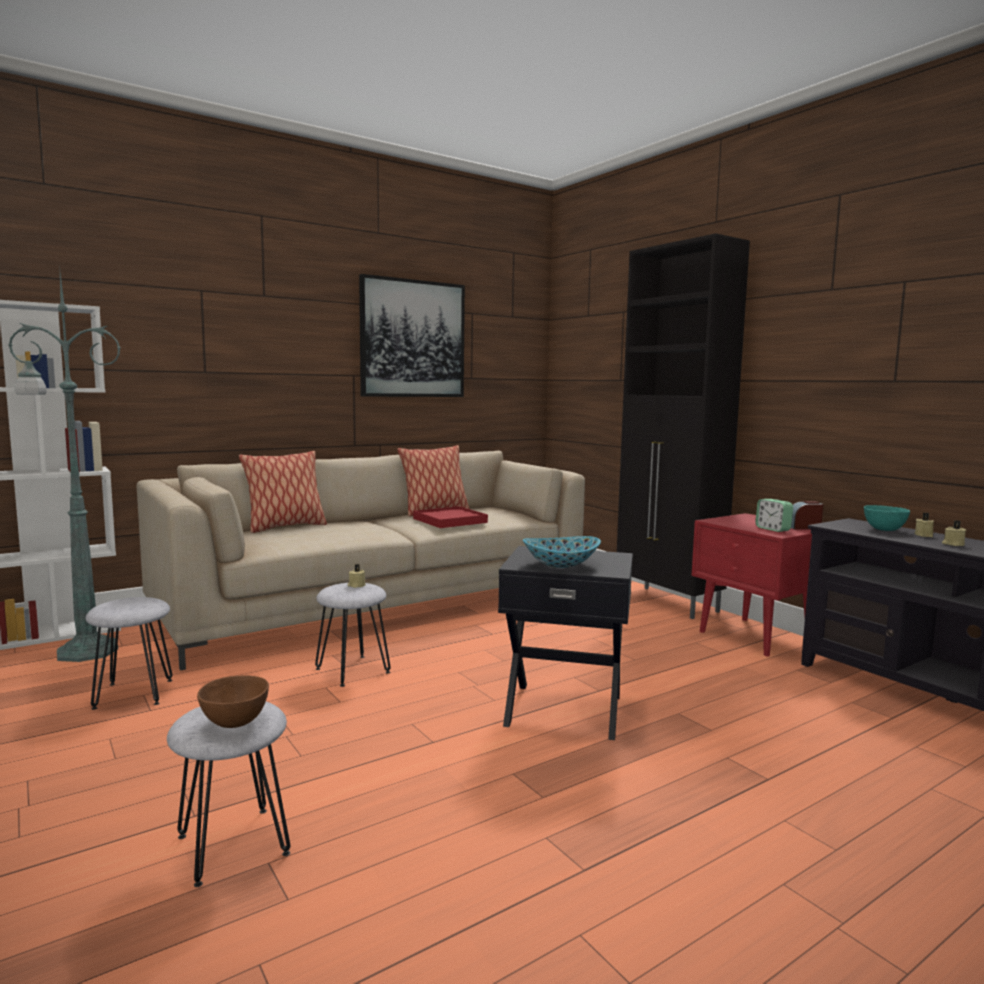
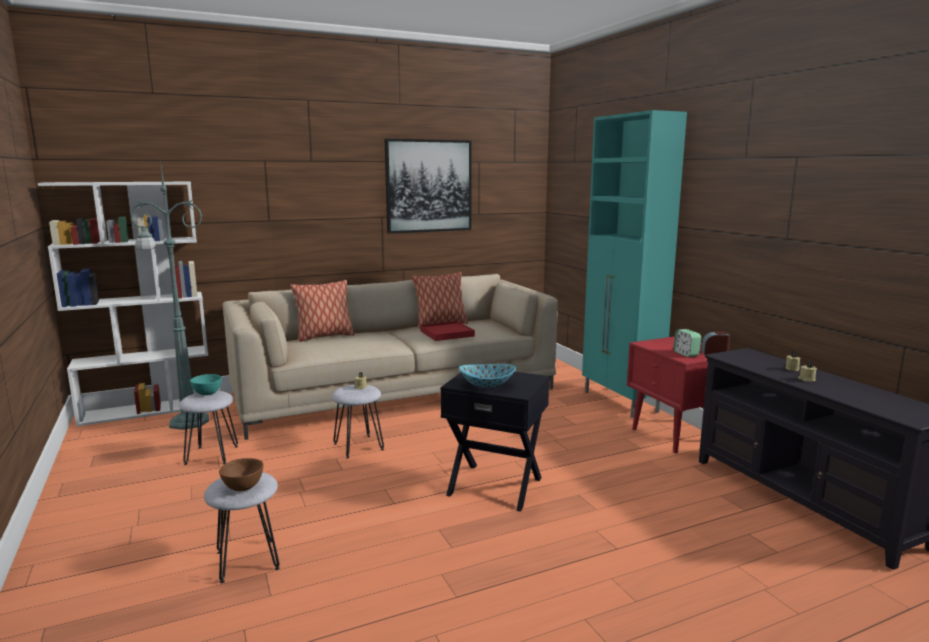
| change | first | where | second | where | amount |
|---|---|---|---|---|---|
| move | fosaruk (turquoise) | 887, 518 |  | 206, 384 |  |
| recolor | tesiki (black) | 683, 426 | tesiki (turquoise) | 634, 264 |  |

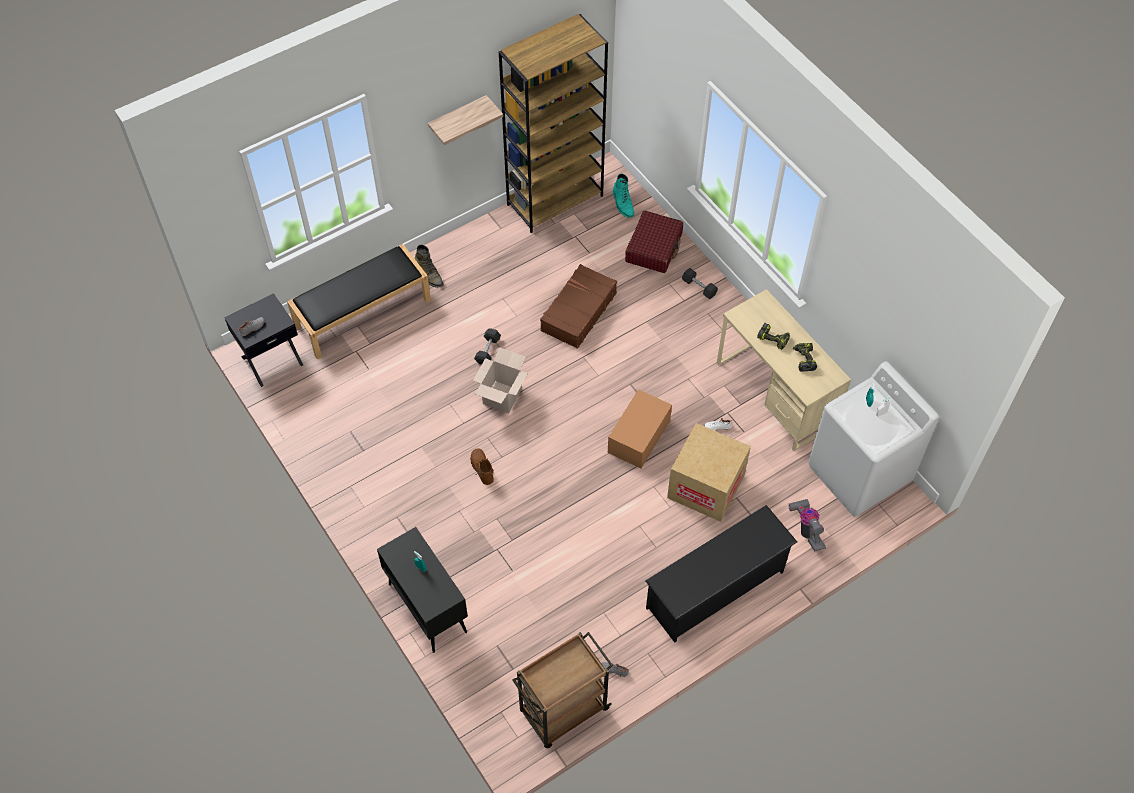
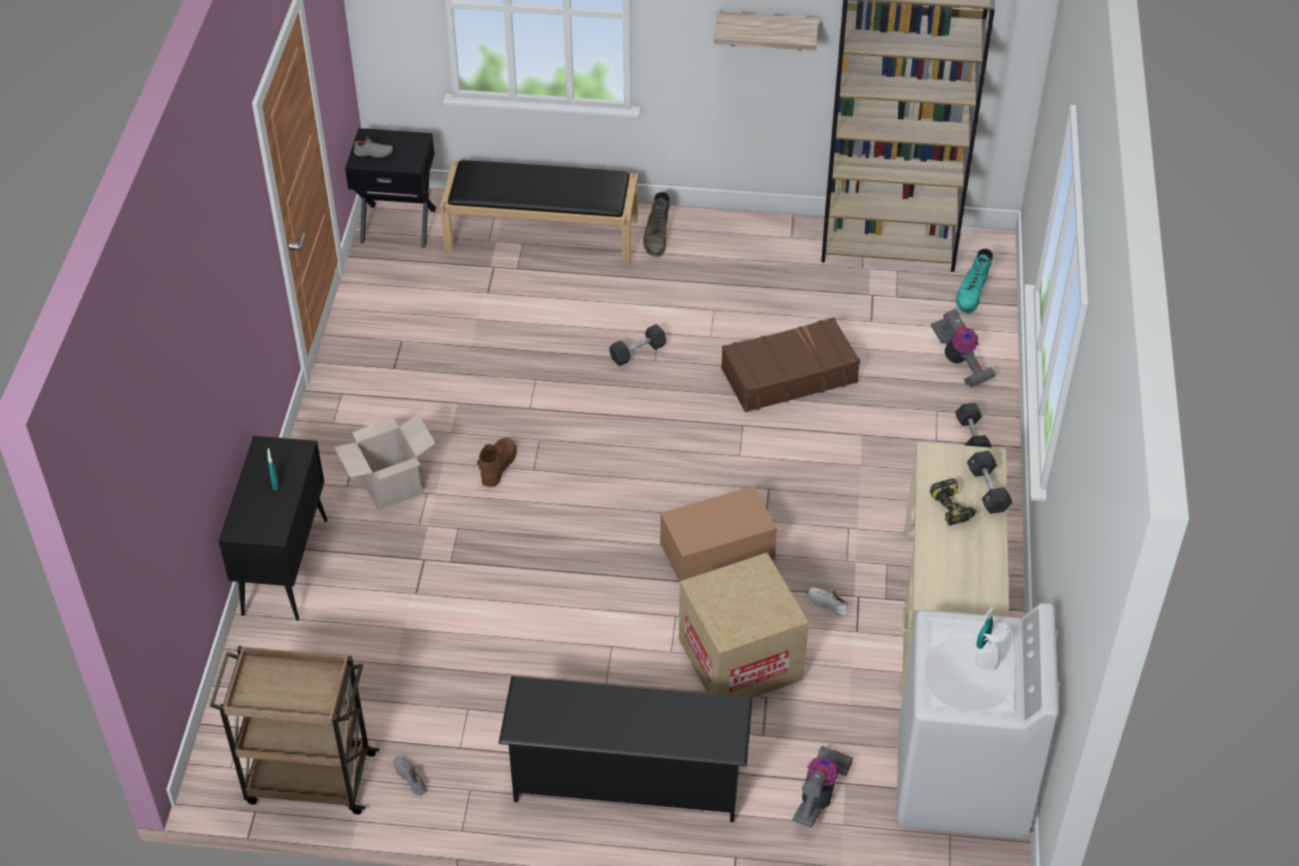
| change | first | where | second | where | amount |
|---|---|---|---|---|---|
| move | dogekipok | 500, 380 |  | 384, 462 |  |
| replace | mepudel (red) | 654, 241 | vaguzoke | 963, 348 |  |
| insert |  |  | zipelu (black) | 990, 482 |  |
| delete | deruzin | 805, 357 |  |  |  |

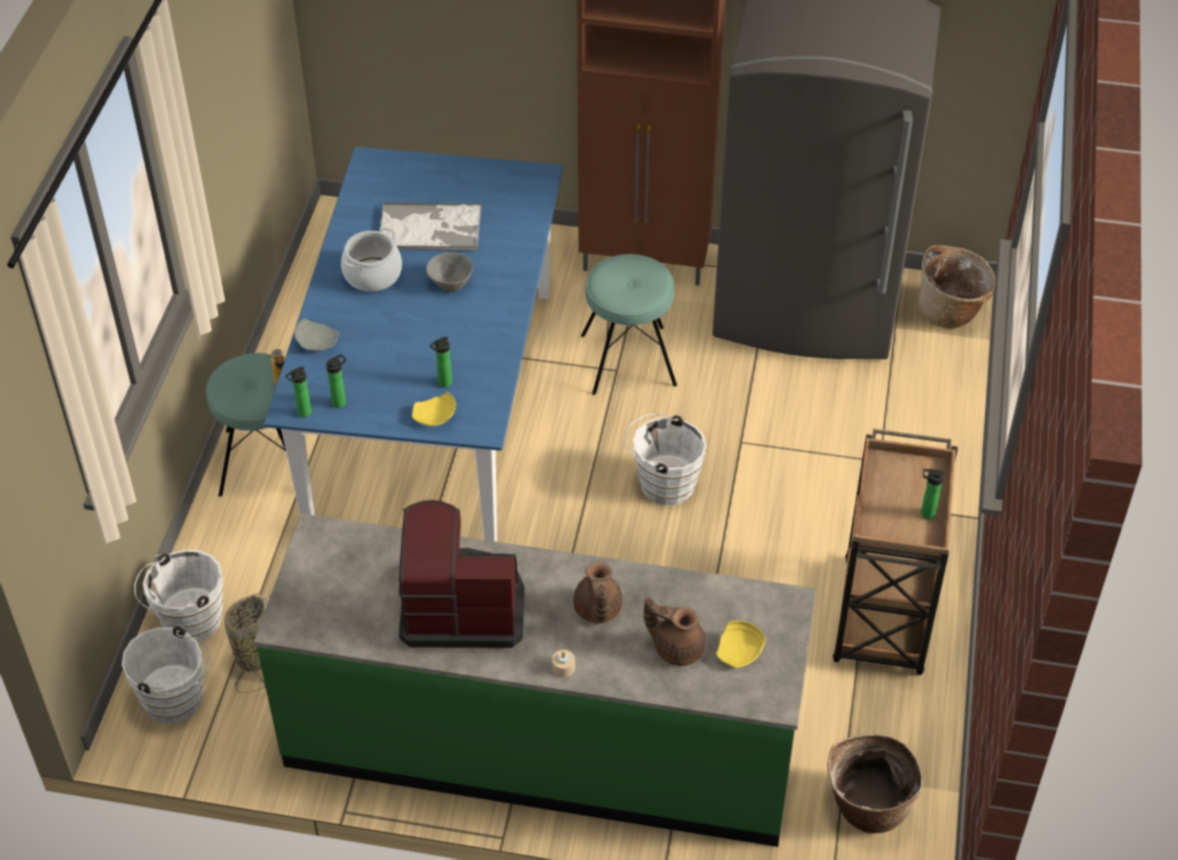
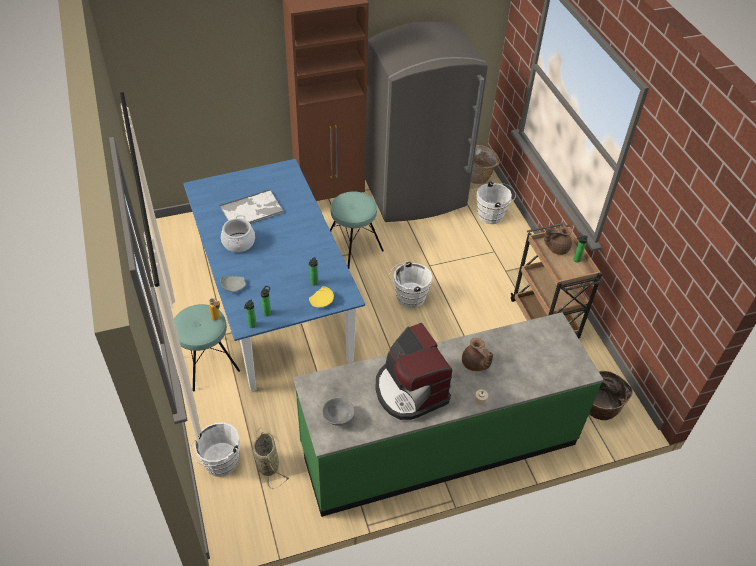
| change | first | where | second | where | amount |
|---|---|---|---|---|---|
| move | fosaruk (grey) | 449, 272 |  | 338, 411 |  |
| rotate | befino | 461, 574 |  | 413, 371 | 90 degrees counterclockwise |
| move | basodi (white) | 166, 674 |  | 496, 202 |  |
| move | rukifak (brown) | 675, 631 |  | 558, 240 |  |
| delete | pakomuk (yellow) | 741, 644 |  |  |  |

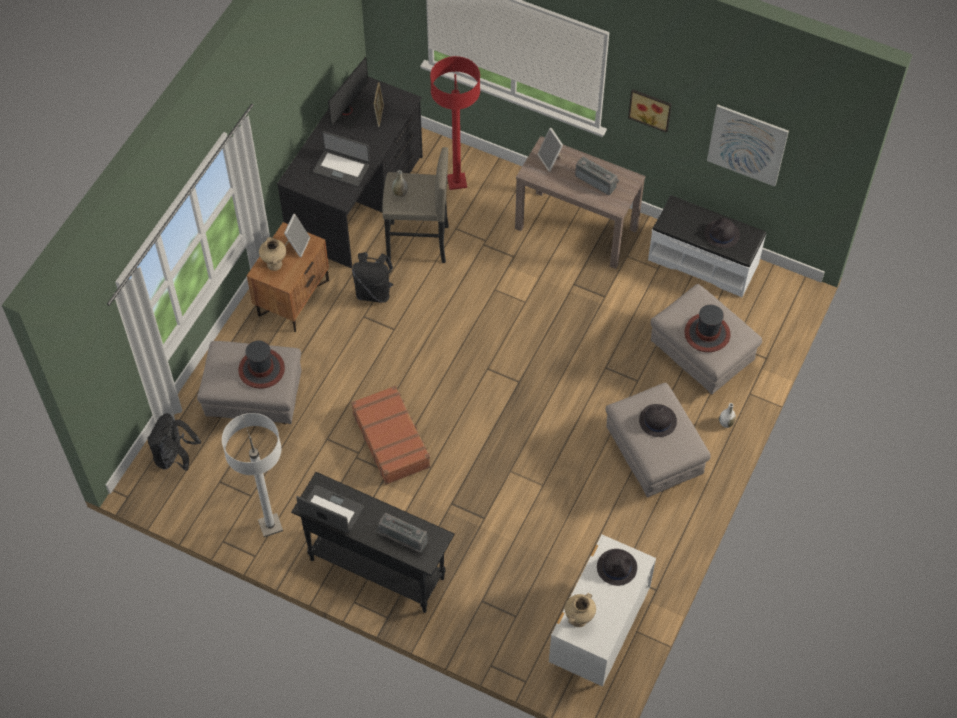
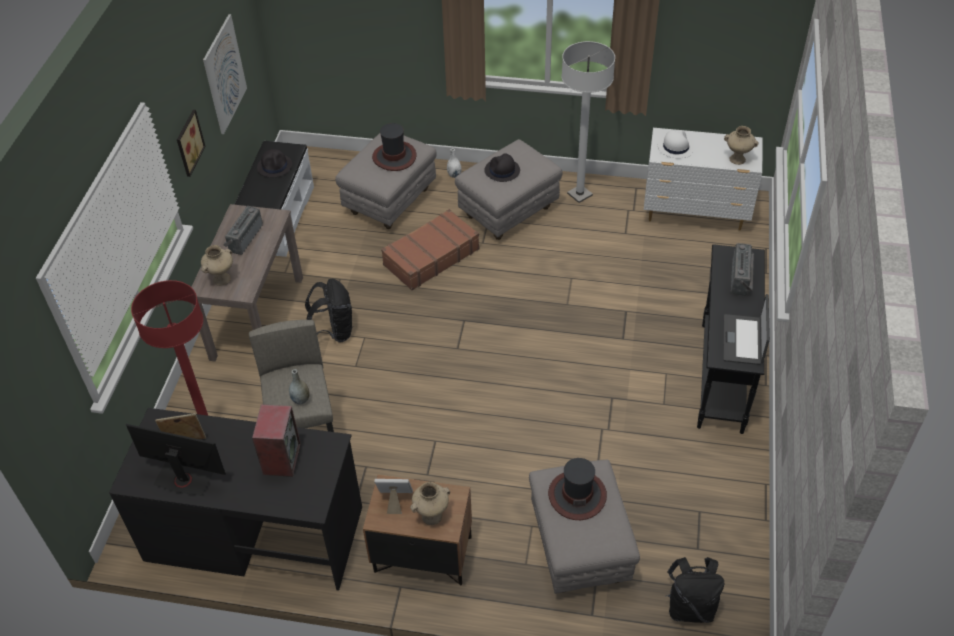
| change | first | where | second | where | amount |
|---|---|---|---|---|---|
| replace | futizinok | 550, 150 | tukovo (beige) | 217, 265 |  |
| replace | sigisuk | 341, 159 | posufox | 276, 440 |  |
| move | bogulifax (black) | 373, 277 |  | 329, 310 |  |
| move | mepudel (brown) | 390, 435 |  | 430, 249 |  |
| move | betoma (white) | 252, 475 |  | 588, 122 |  |
| recolor | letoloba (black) | 617, 567 | letoloba (white) | 676, 144 |  |

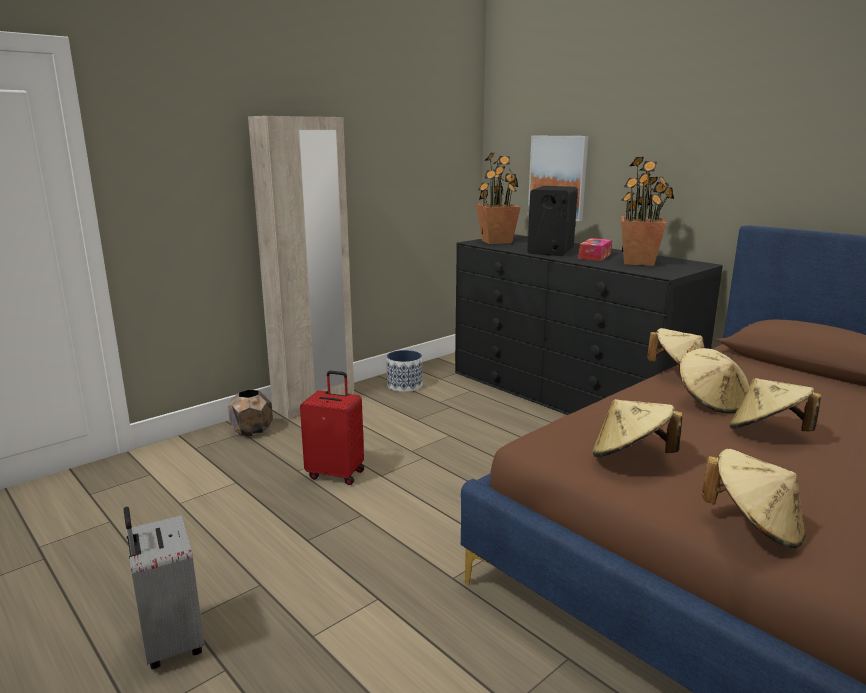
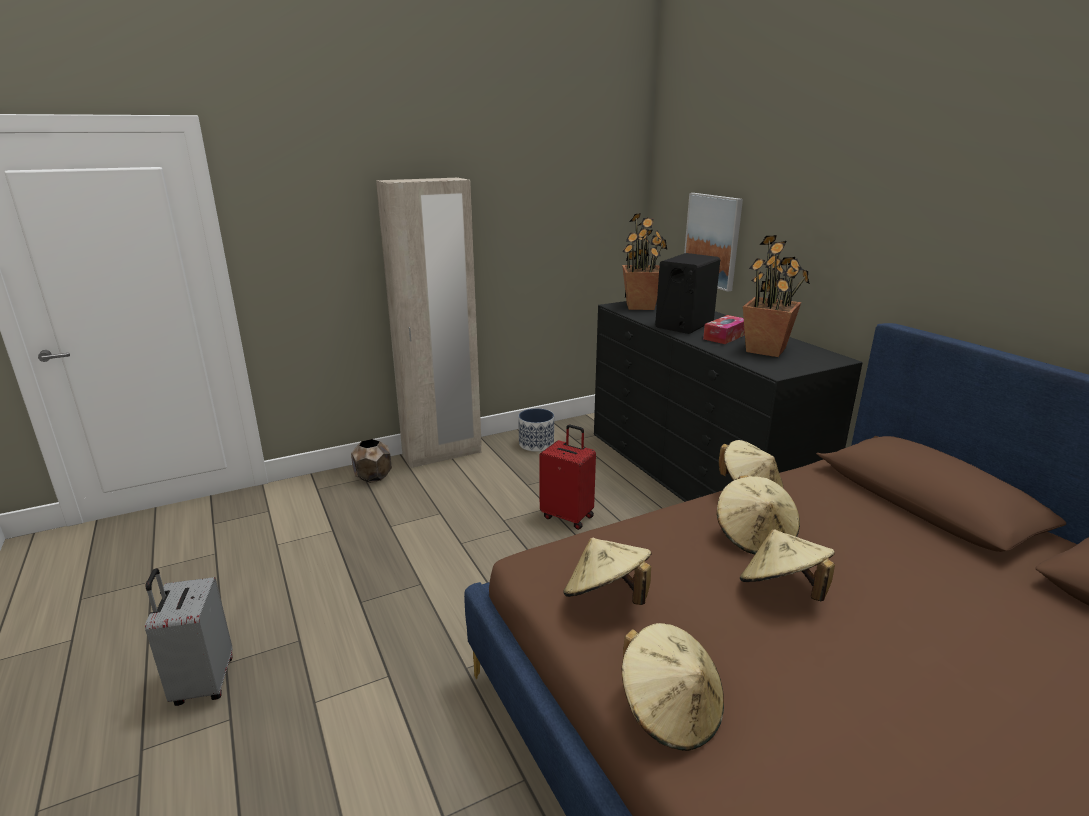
| change | first | where | second | where | amount |
|---|---|---|---|---|---|
| move | mepudel (red) | 332, 428 |  | 568, 477 |  |

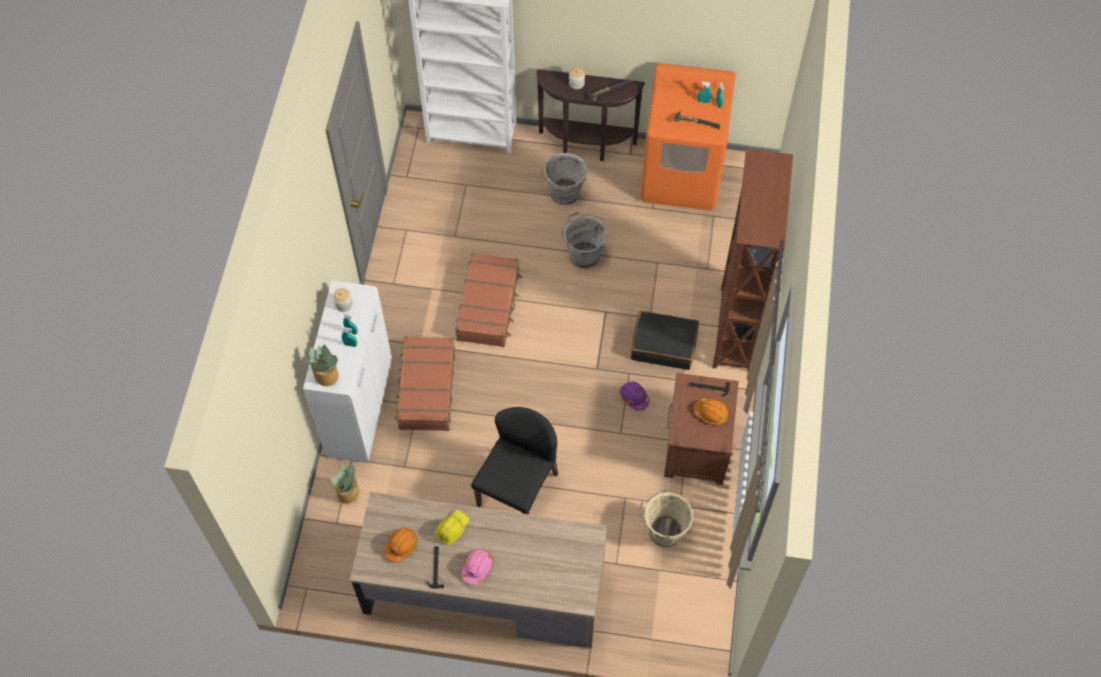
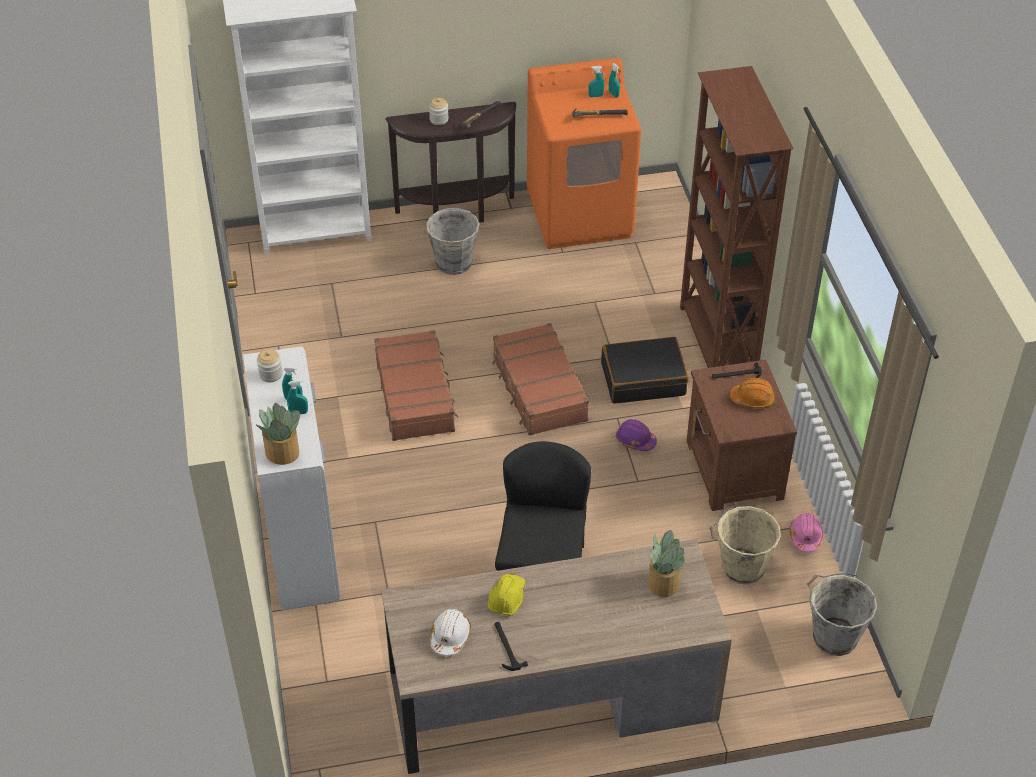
| change | first | where | second | where | amount |
|---|---|---|---|---|---|
| recolor | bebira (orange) | 401, 545 | bebira (white) | 450, 632 |  |
| move | mepudel (brown) | 425, 383 |  | 540, 379 |  |
| move | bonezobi | 345, 484 |  | 666, 563 |  |
| move | bebira (pink) | 477, 567 |  | 806, 532 |  |
| move | basodi (grey) | 585, 240 |  | 842, 614 |  |

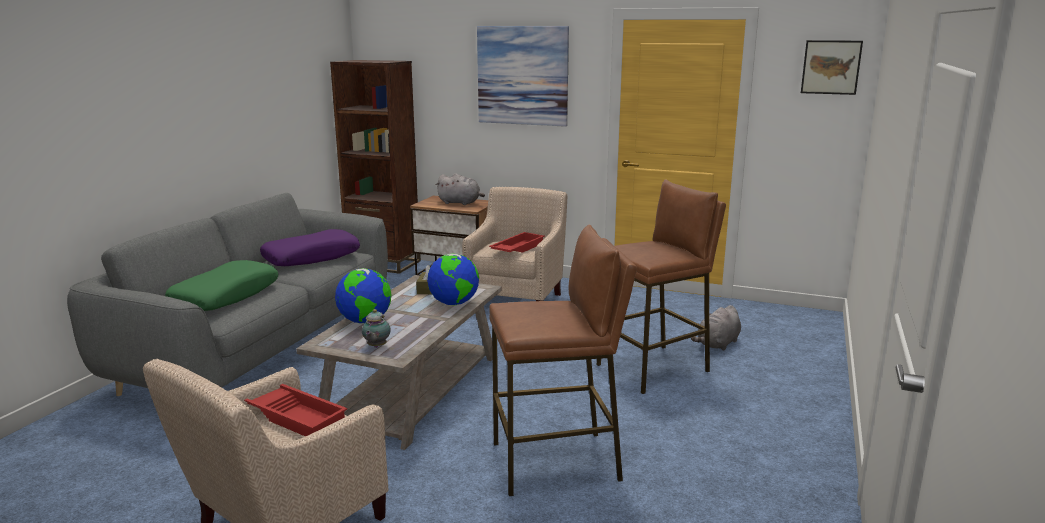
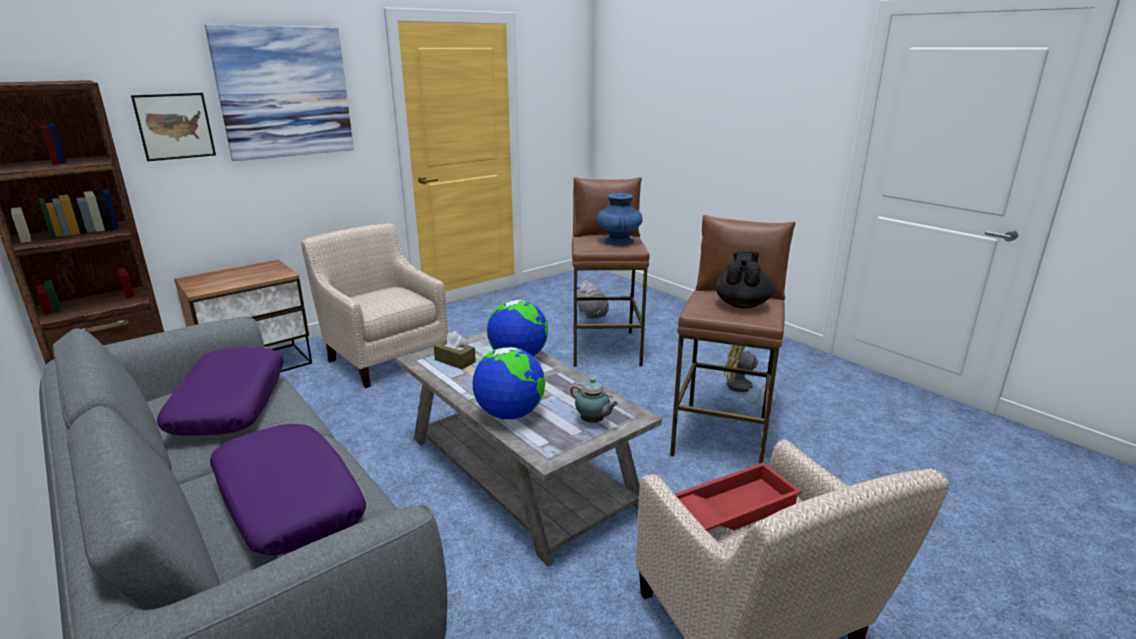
| change | first | where | second | where | amount |
|---|---|---|---|---|---|
| move | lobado | 832, 67 |  | 173, 127 |  |
| recolor | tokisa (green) | 221, 285 | tokisa (purple) | 288, 490 |  |
| insert |  |  | tukovo (blue) | 620, 219 |  |
| insert |  |  | rukifak (black) | 745, 280 |  |
| insert |  |  | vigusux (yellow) | 751, 376 |  |
| delete | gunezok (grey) | 460, 189 |  |  |  |
| delete | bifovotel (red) | 517, 242 |  |  |  |

